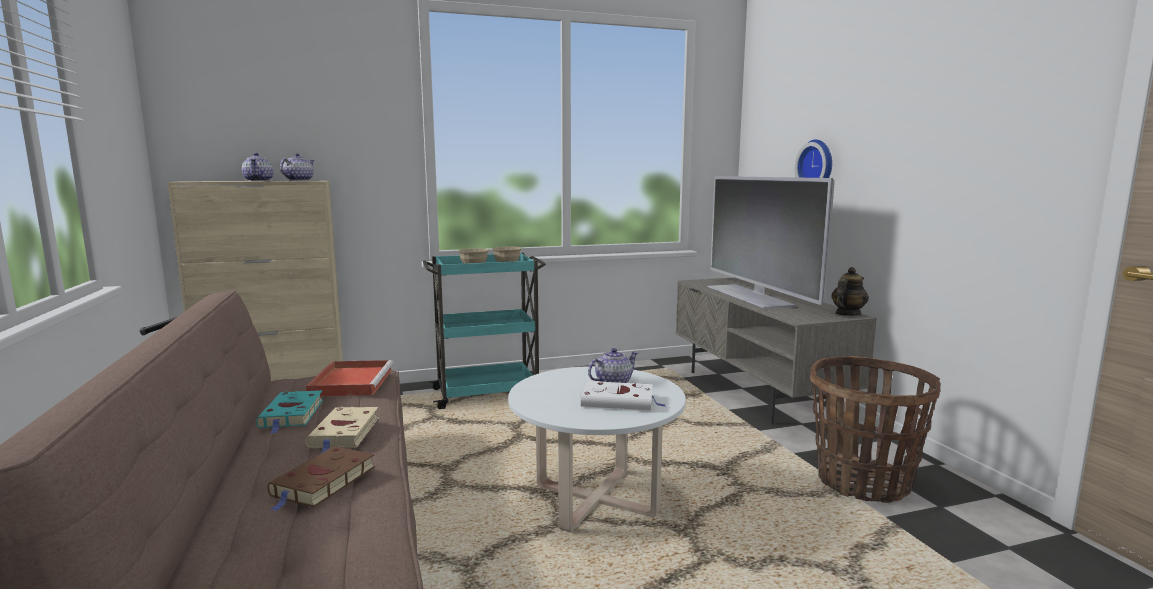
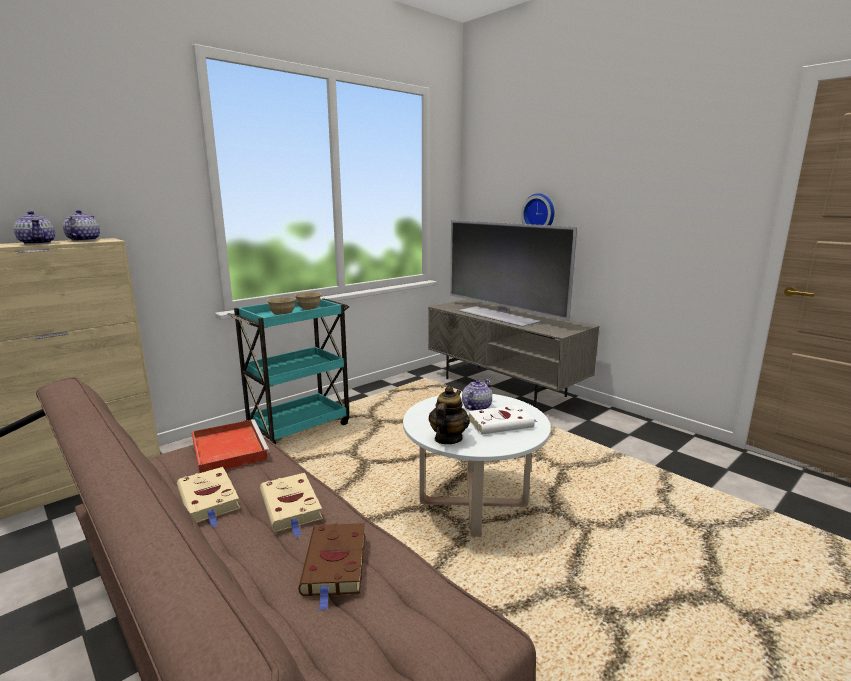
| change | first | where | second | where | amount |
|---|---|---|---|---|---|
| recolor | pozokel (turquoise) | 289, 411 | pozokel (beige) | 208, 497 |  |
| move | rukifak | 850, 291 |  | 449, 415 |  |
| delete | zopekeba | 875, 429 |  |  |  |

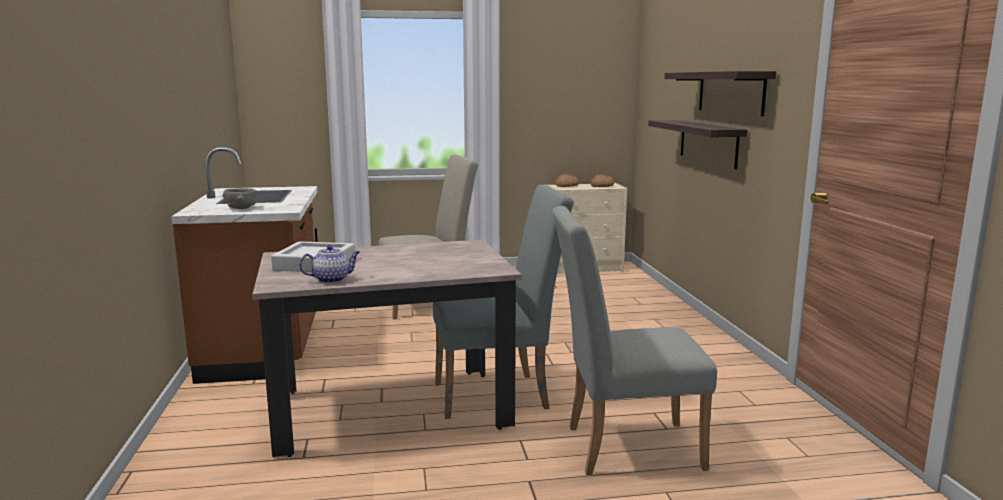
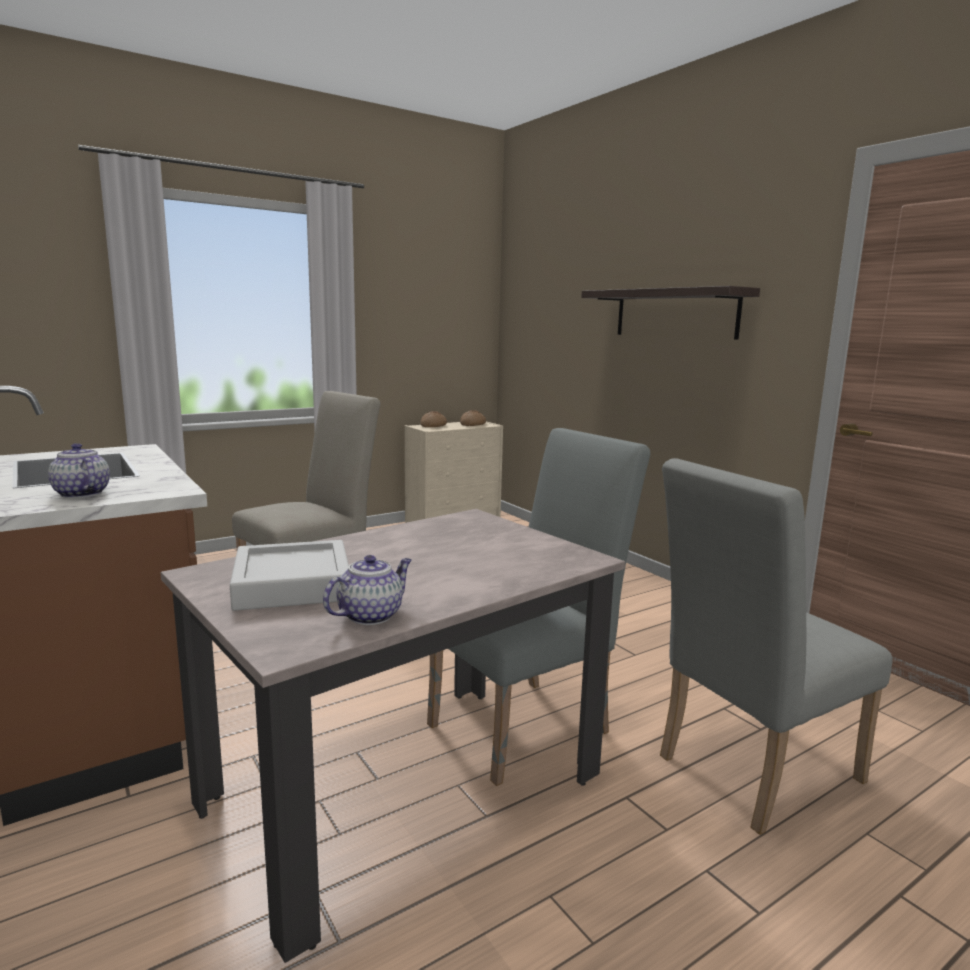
| change | first | where | second | where | amount |
|---|---|---|---|---|---|
| replace | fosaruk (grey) | 239, 198 | rukifak | 79, 470 |  |
| delete | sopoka | 698, 144 |  |  |  |

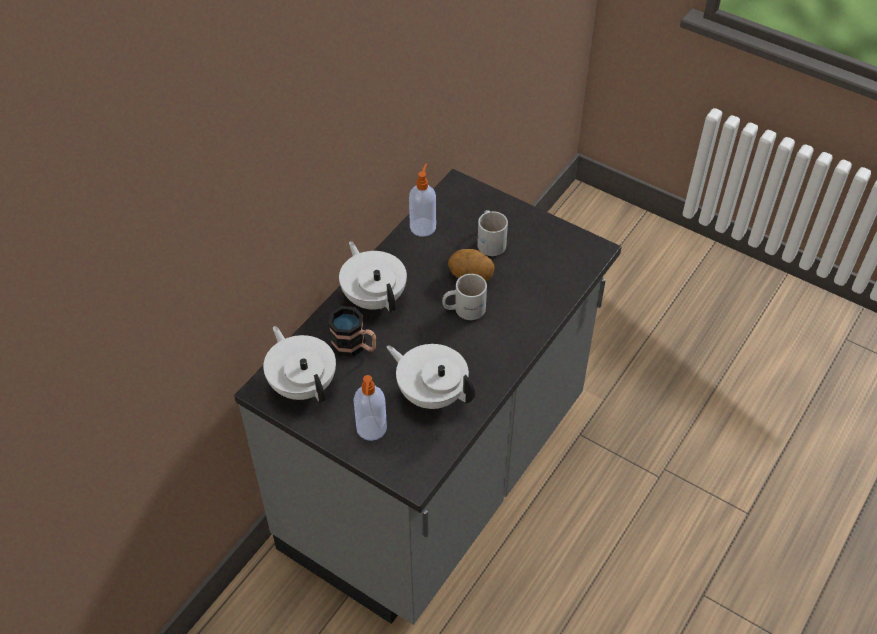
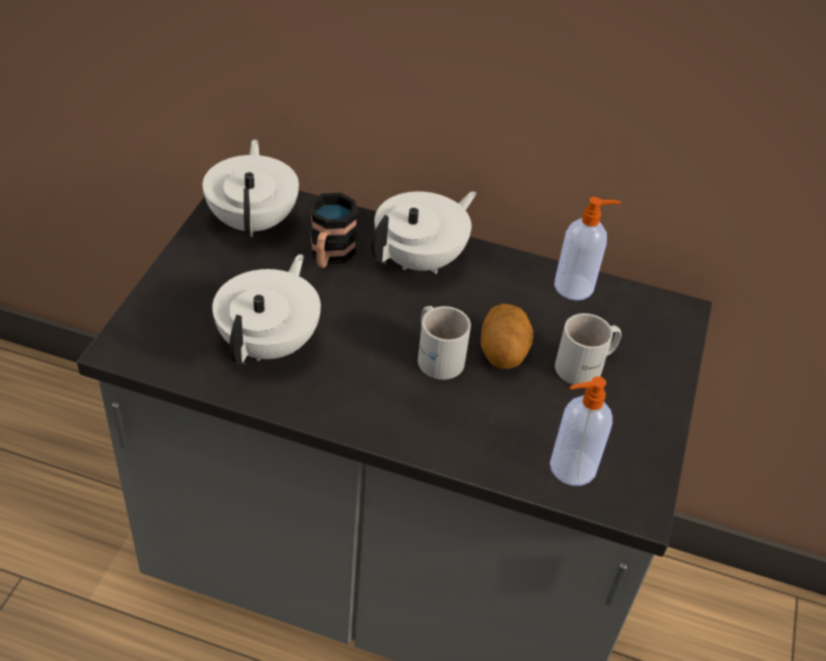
| change | first | where | second | where | amount |
|---|---|---|---|---|---|
| rotate | rukifak (white) | 299, 364 |  | 251, 188 | 45 degrees counterclockwise |
| move | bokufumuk | 370, 408 |  | 581, 431 |  |

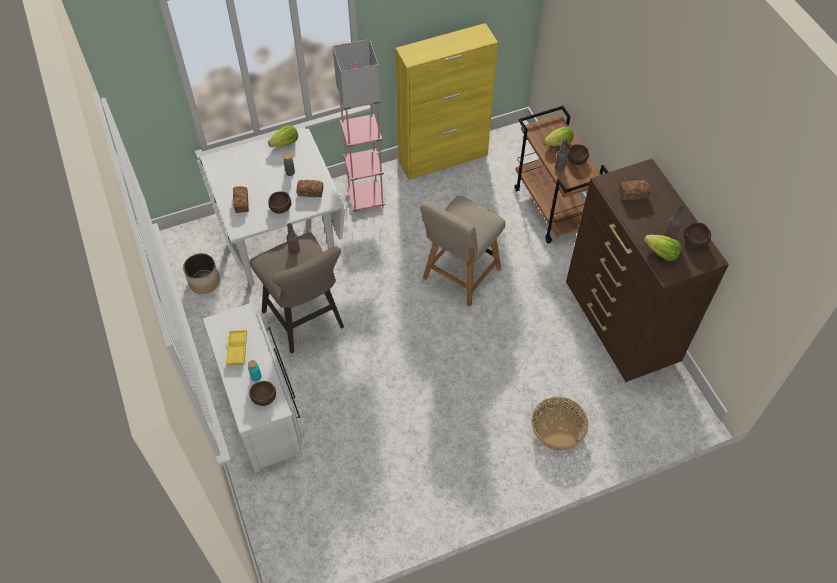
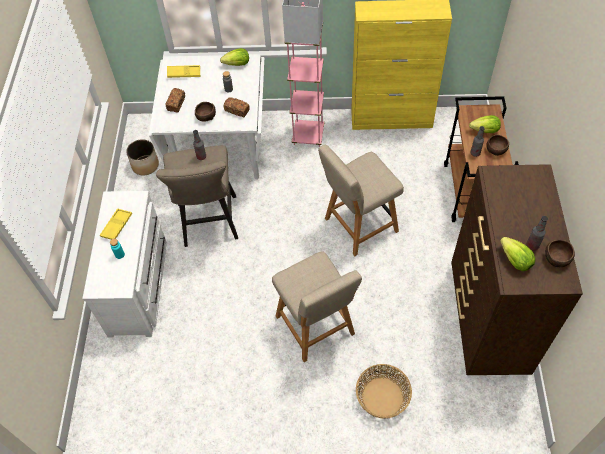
| change | first | where | second | where | amount |
|---|---|---|---|---|---|
| insert |  |  | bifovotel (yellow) | 183, 71 |  |
| insert |  |  | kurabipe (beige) | 317, 306 |  |
| delete | fosaruk (brown) | 262, 393 |  |  |  |
| delete | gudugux | 635, 190 |  |  |  |

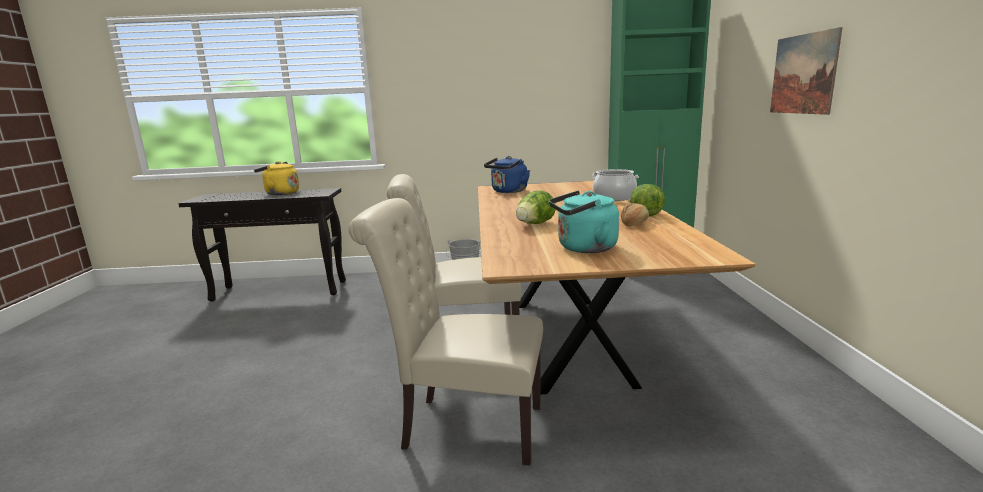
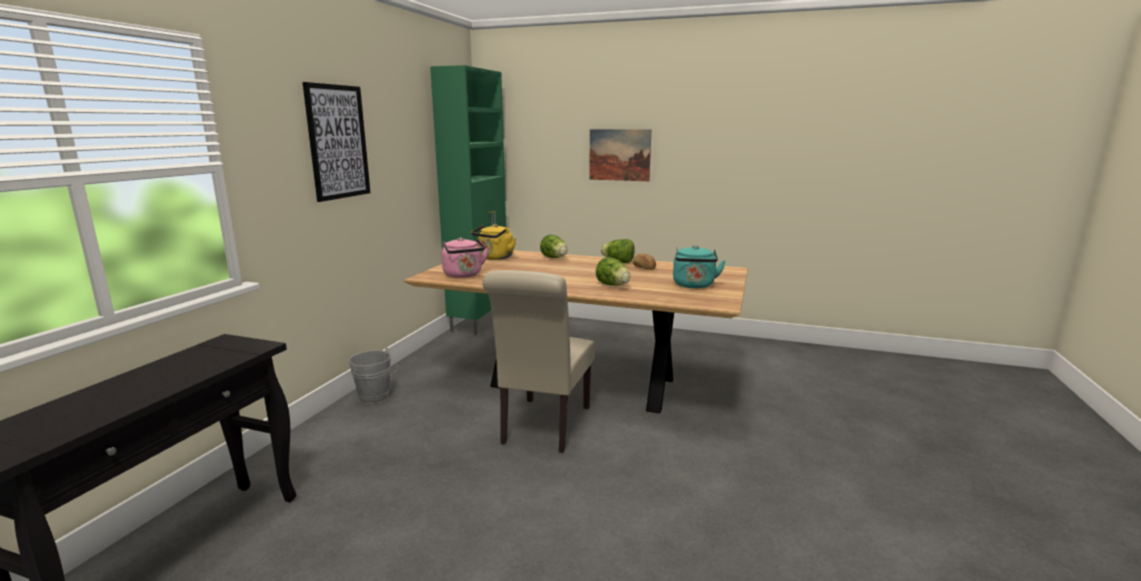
| change | first | where | second | where | amount |
|---|---|---|---|---|---|
| insert |  |  | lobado | 336, 142 |  |
| recolor | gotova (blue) | 507, 174 | gotova (pink) | 464, 257 |  |
| move | gotova (yellow) | 276, 178 |  | 493, 242 |  |
| replace | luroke | 615, 185 | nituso | 553, 246 |  |
| delete | kurabipe (beige) | 445, 331 |  |  |  |

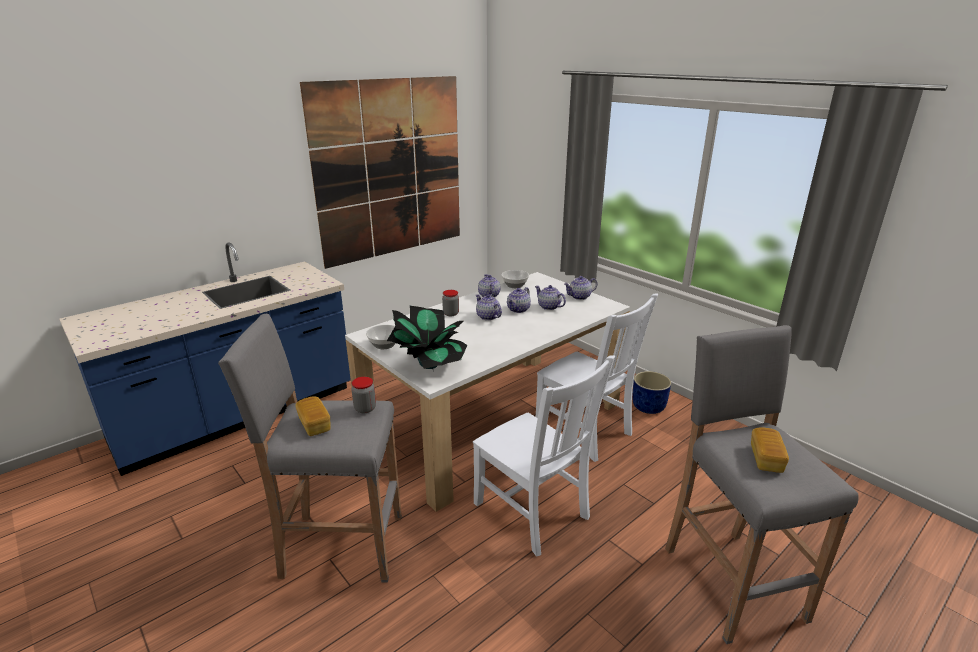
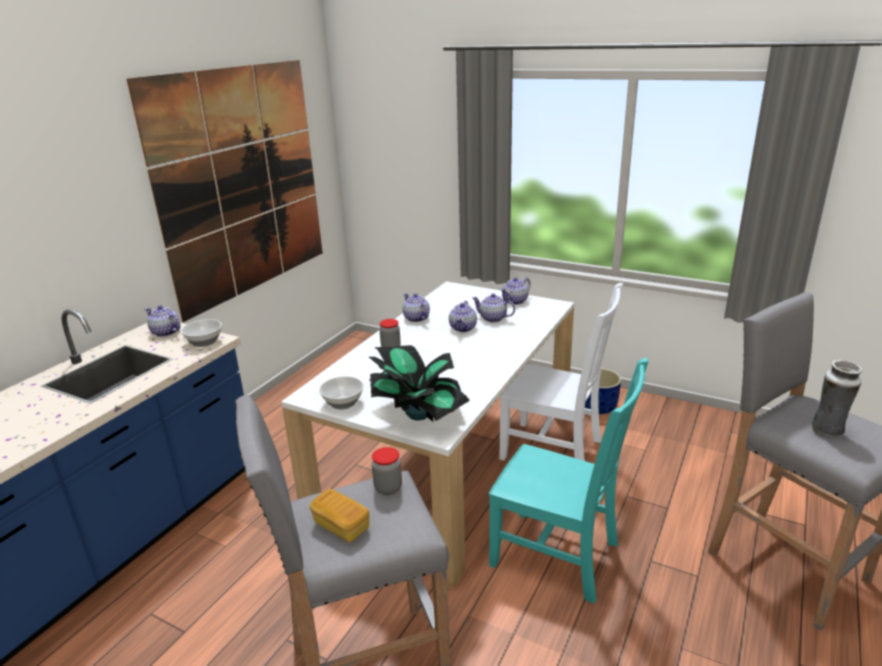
| change | first | where | second | where | amount |
|---|---|---|---|---|---|
| move | rukifak | 489, 307 |  | 163, 321 |  |
| move | fosaruk | 515, 279 |  | 201, 333 |  |
| recolor | kurabipe (white) | 544, 456 | kurabipe (turquoise) | 568, 481 |  |
| replace | gudugux | 770, 450 | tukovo | 837, 399 |  |

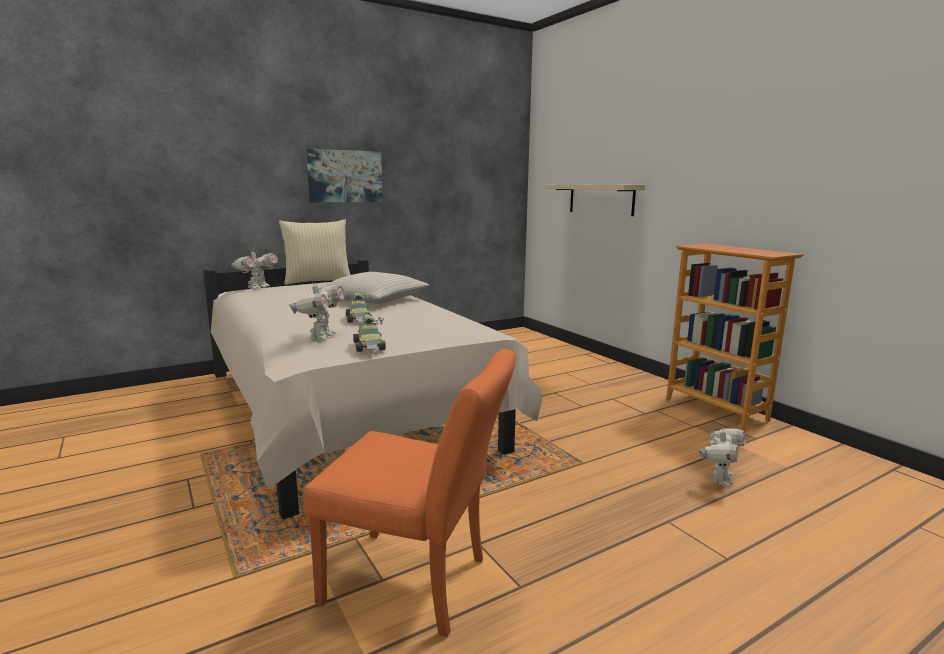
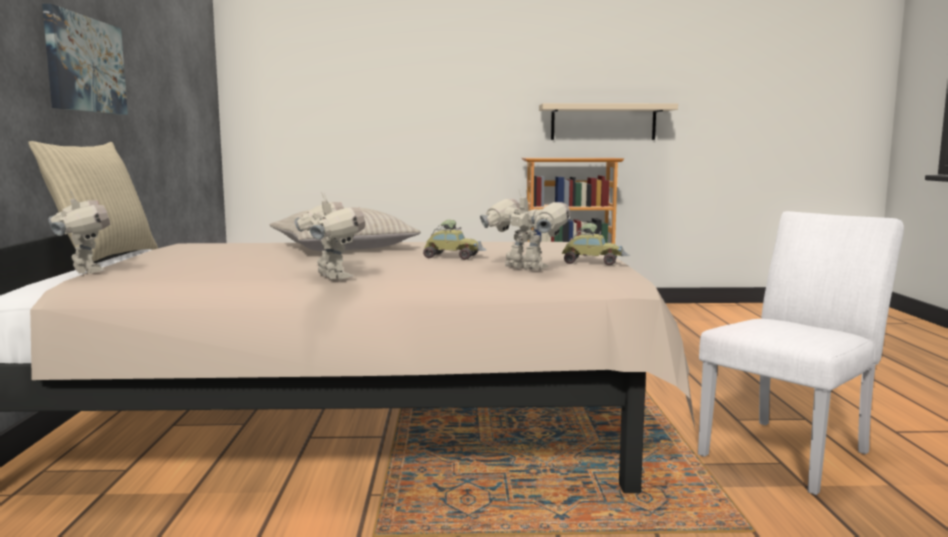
| change | first | where | second | where | amount |
|---|---|---|---|---|---|
| move | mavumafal | 722, 455 |  | 330, 235 |  |
| move | sopoka (beige) | 595, 200 |  | 608, 121 |  |
| recolor | kurabipe (orange) | 409, 493 | kurabipe (white) | 801, 353 |  |

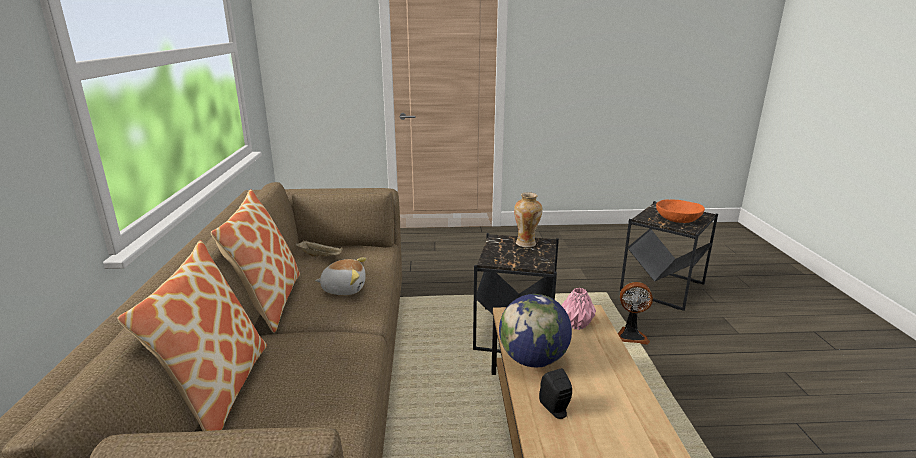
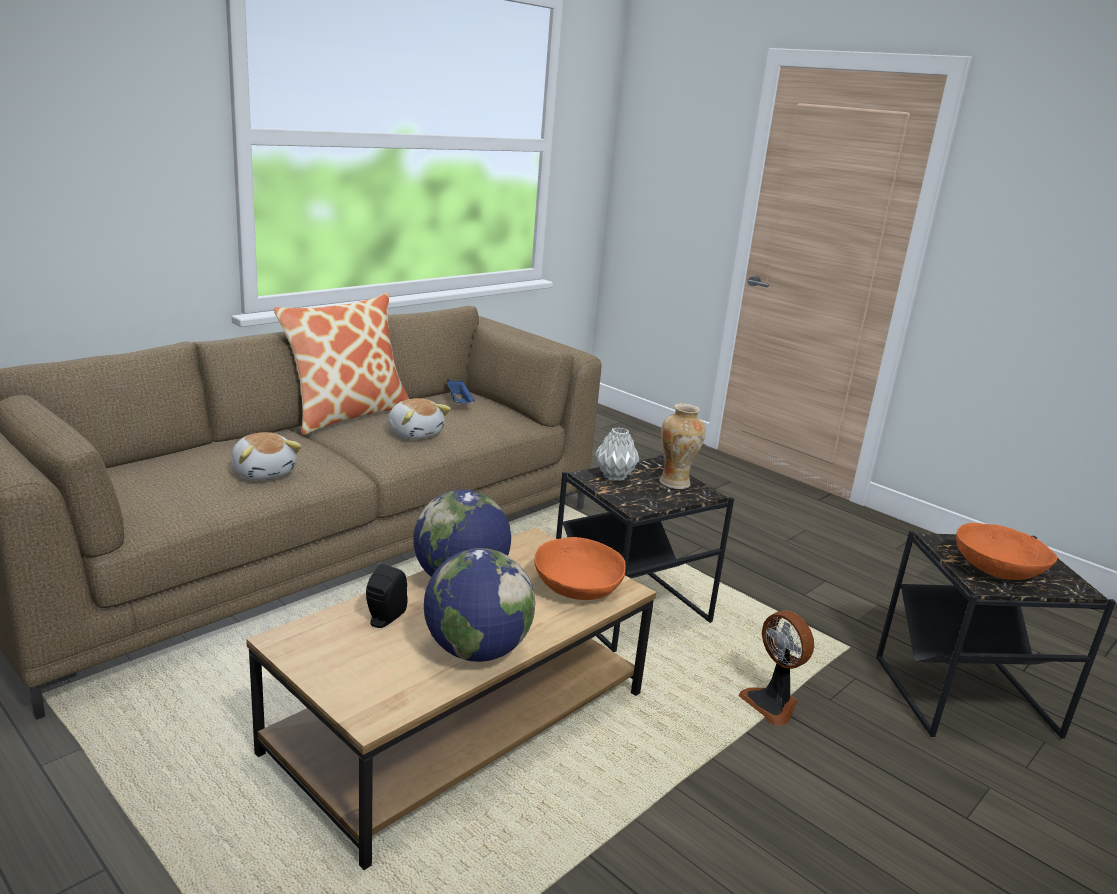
| change | first | where | second | where | amount |
|---|---|---|---|---|---|
| insert |  |  | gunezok | 266, 456 |  |
| insert |  |  | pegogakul | 479, 605 |  |
| recolor | bifovotel (beige) | 319, 248 | bifovotel (blue) | 461, 391 |  |
| replace | tukovo (pink) | 578, 309 | fosaruk (orange) | 580, 568 |  |
| insert |  |  | tukovo (grey) | 617, 454 |  |
| delete | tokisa | 192, 335 |  |  |  |

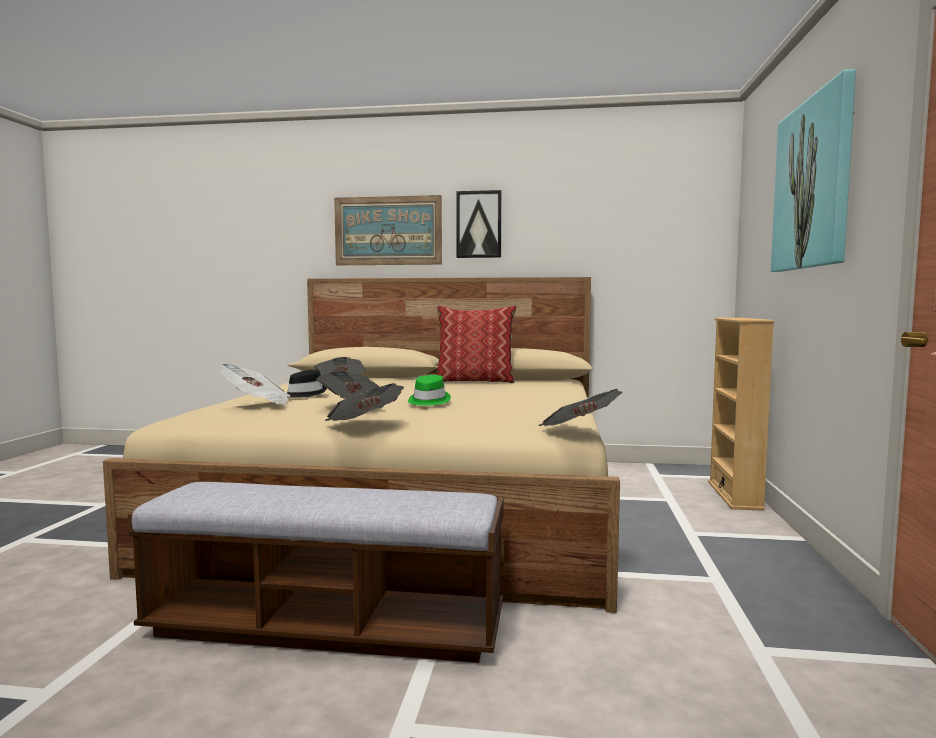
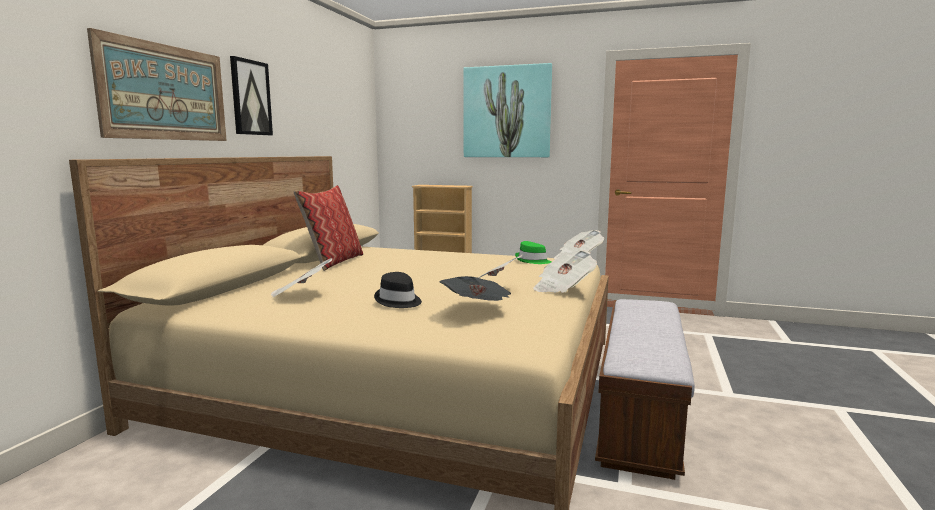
| change | first | where | second | where | amount |
|---|---|---|---|---|---|
| move | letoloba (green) | 429, 390 |  | 533, 252 |  |

